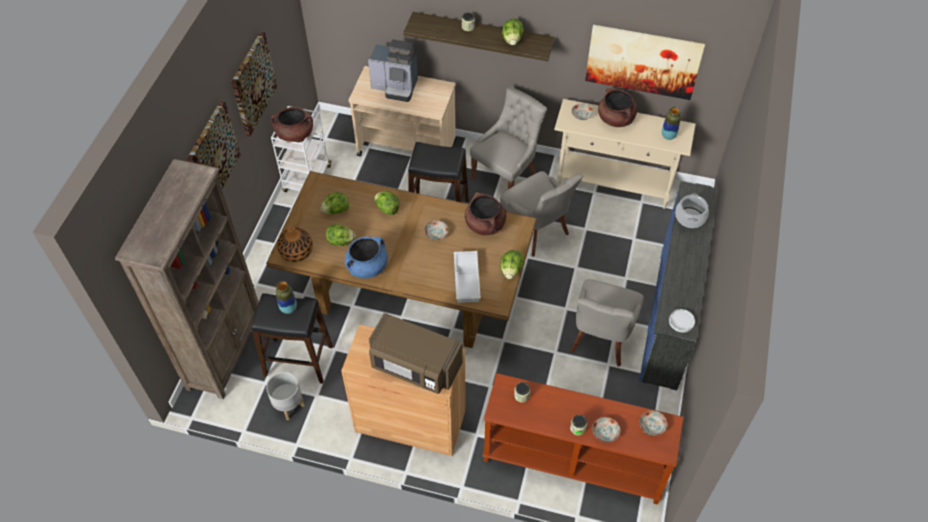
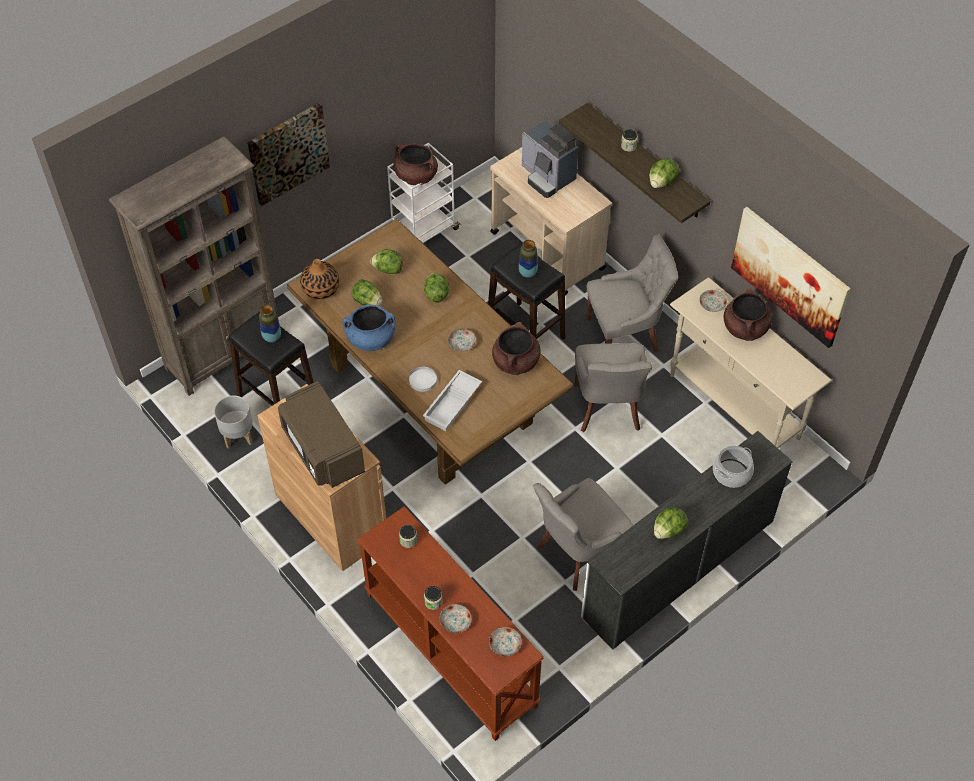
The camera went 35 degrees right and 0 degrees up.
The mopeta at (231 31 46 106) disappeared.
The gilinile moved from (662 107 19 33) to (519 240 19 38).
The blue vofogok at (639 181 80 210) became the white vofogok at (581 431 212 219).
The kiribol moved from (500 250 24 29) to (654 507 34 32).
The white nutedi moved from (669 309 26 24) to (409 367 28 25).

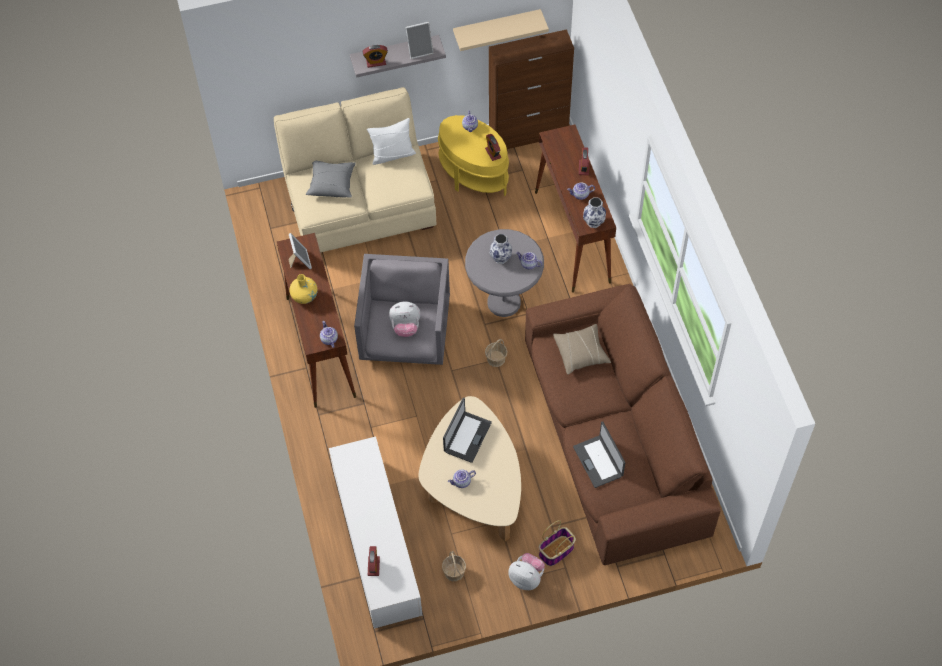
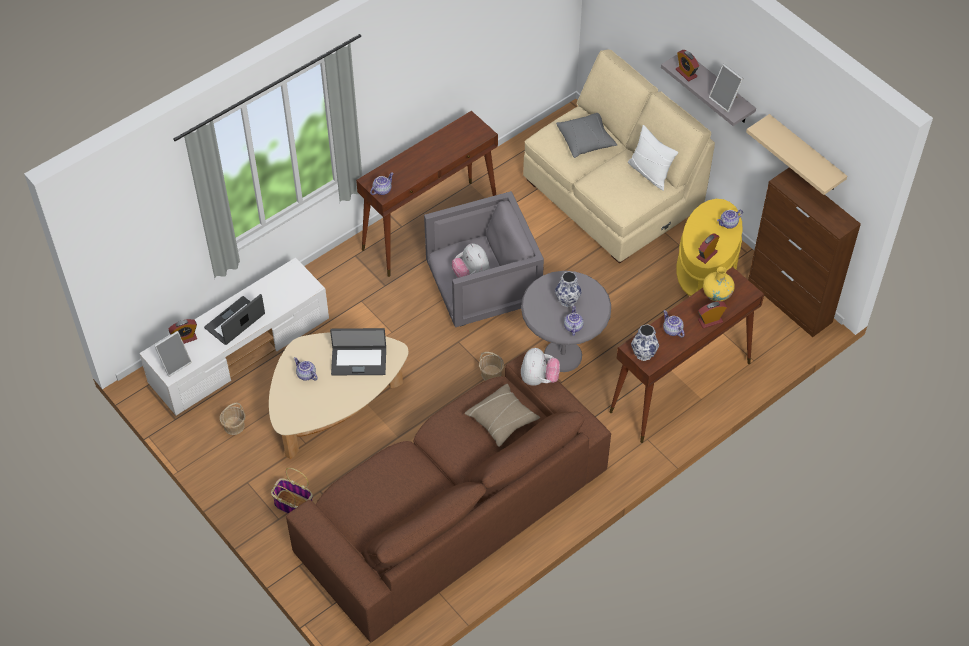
The camera went 65 degrees right and 5 degrees down.
The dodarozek moved from (288 233 24 36) to (154 331 38 46).
The yellow gilinile moved from (289 274 29 30) to (703 267 32 35).
The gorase moved from (573 421 52 67) to (204 294 61 51).
The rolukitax moved from (508 553 37 37) to (521 348 39 38).

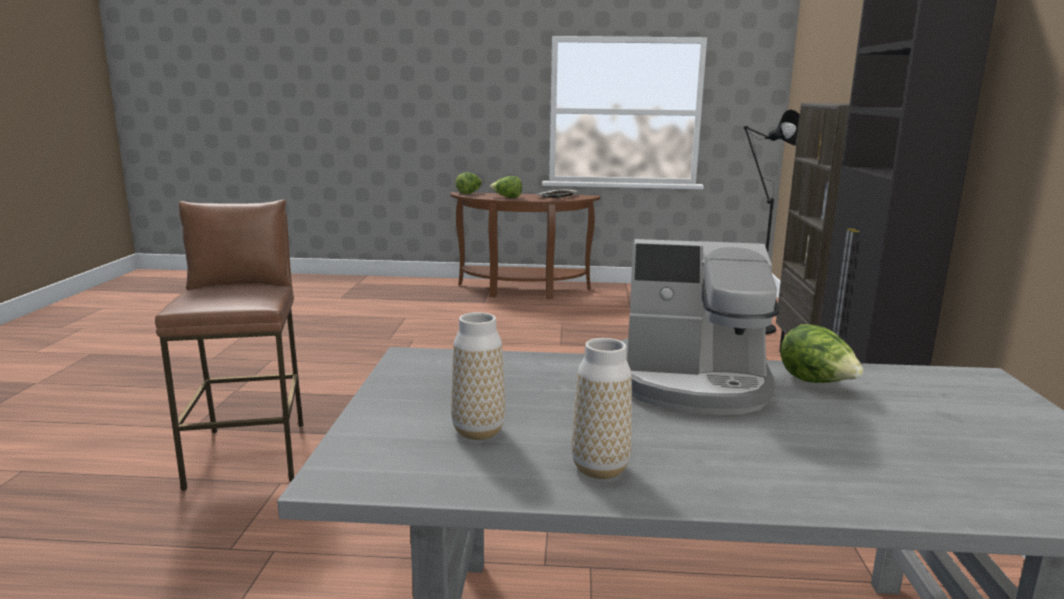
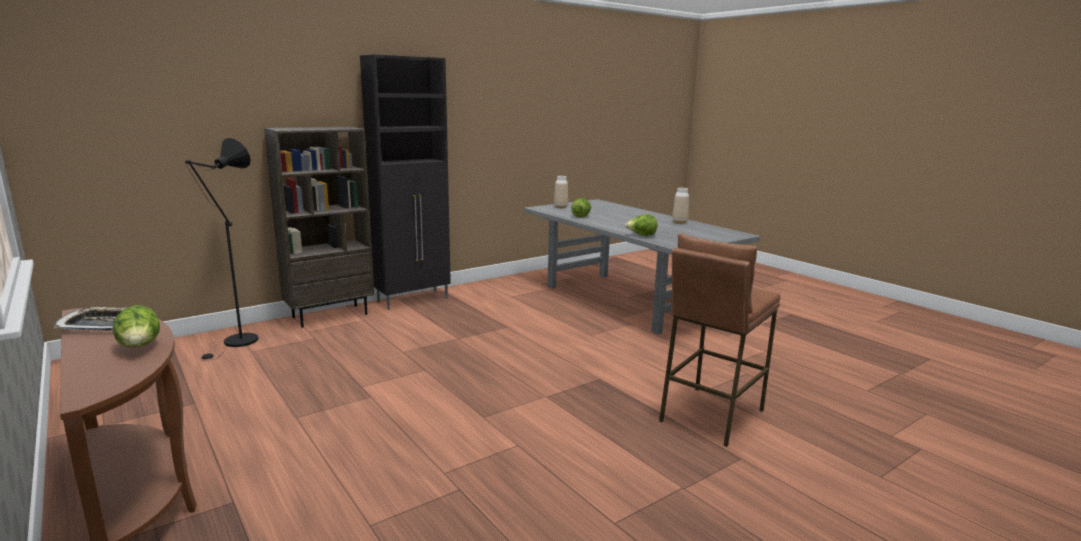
The camera went 130 degrees left and 0 degrees up.
The kiribol moved from (455 172 27 22) to (625 214 32 22).
The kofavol at (620 239 160 176) disappeared.
The gilinile moved from (451 312 54 128) to (554 176 14 33).

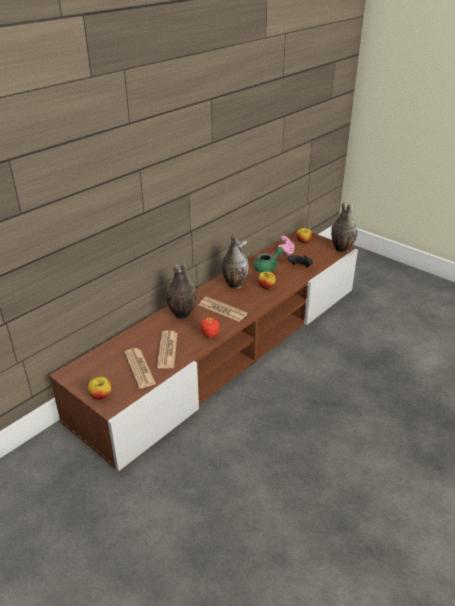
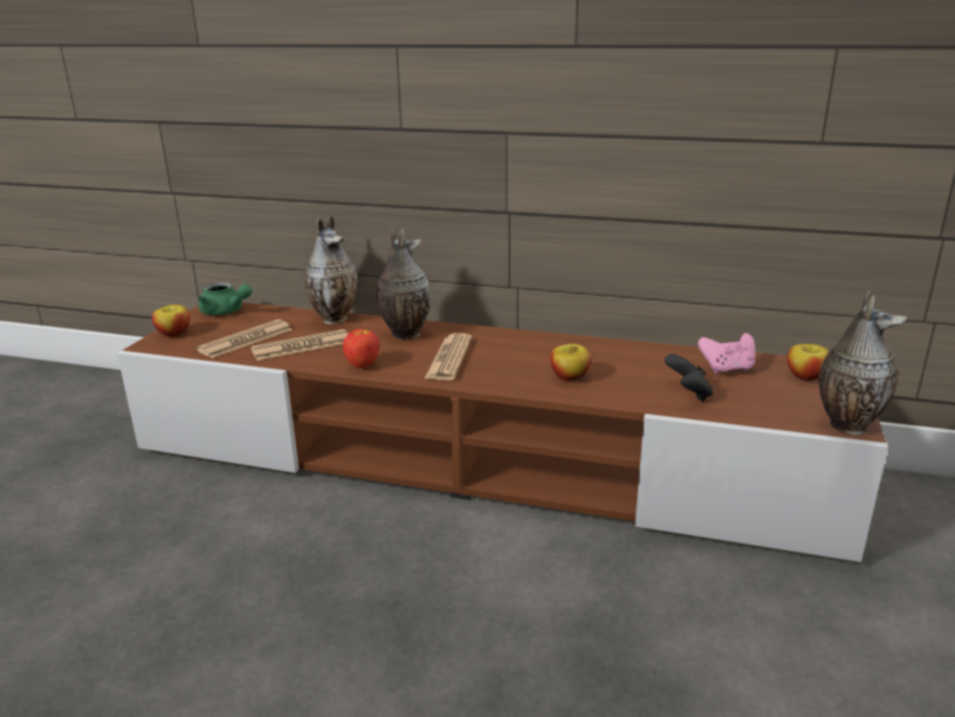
The camera went 65 degrees right and 10 degrees down.
The gilinile moved from (222 234 27 55) to (305 216 52 109).
The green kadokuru moved from (254 247 30 25) to (198 282 54 33).

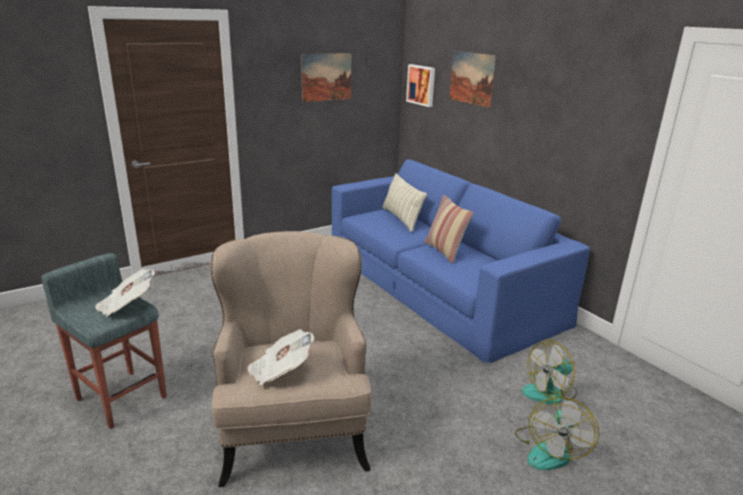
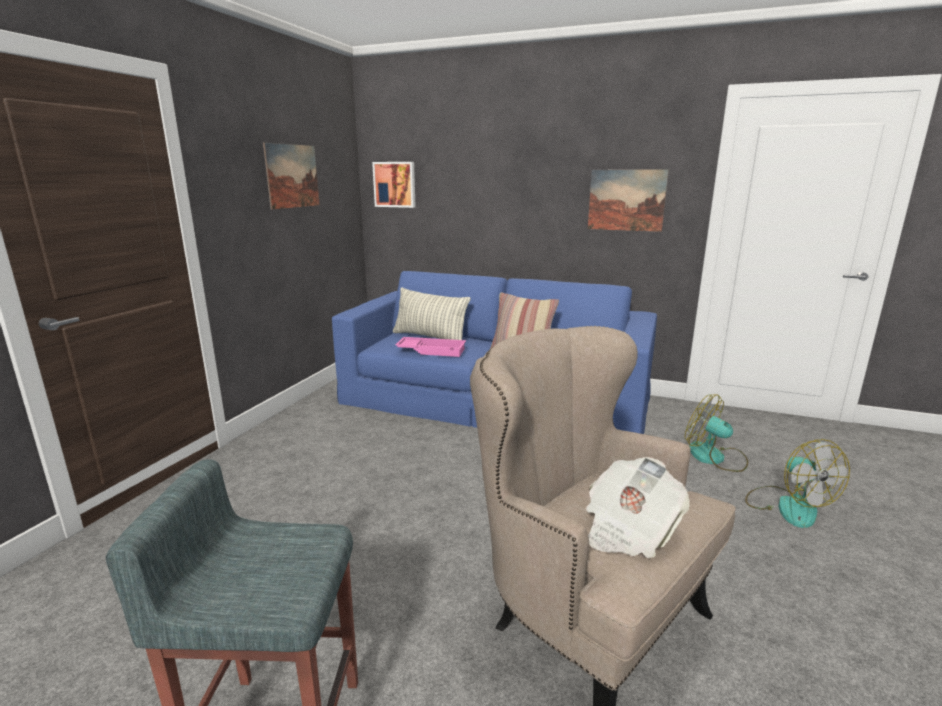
The camera went 35 degrees left and 5 degrees down.
The mopeta moved from (449 51 48 57) to (588 170 81 62).
The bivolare at (95 269 60 48) disappeared.
The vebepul at (521 340 57 65) turned 105 degrees clockwise.
The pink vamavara at (396 337 70 20) appeared.

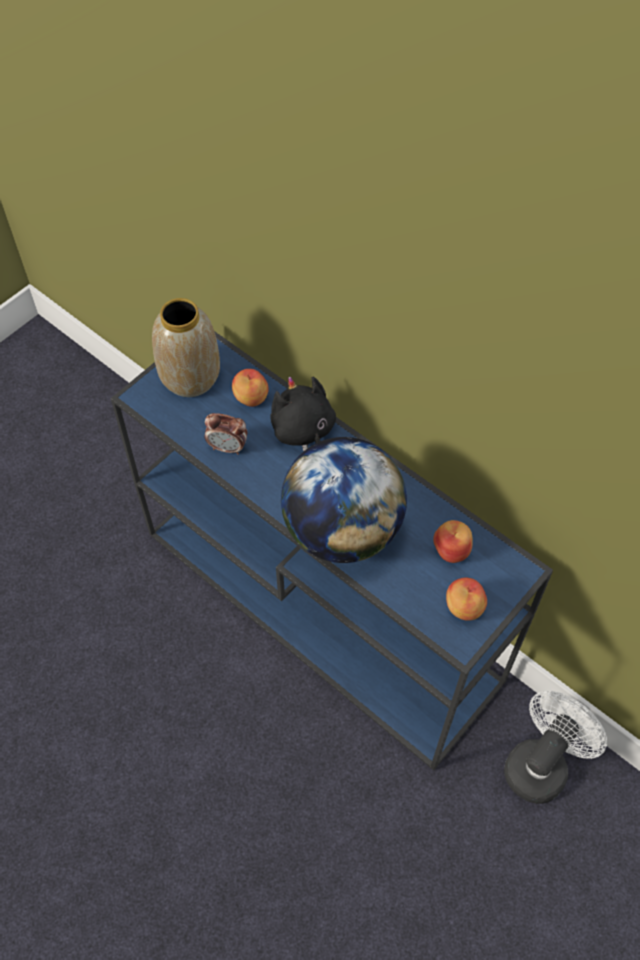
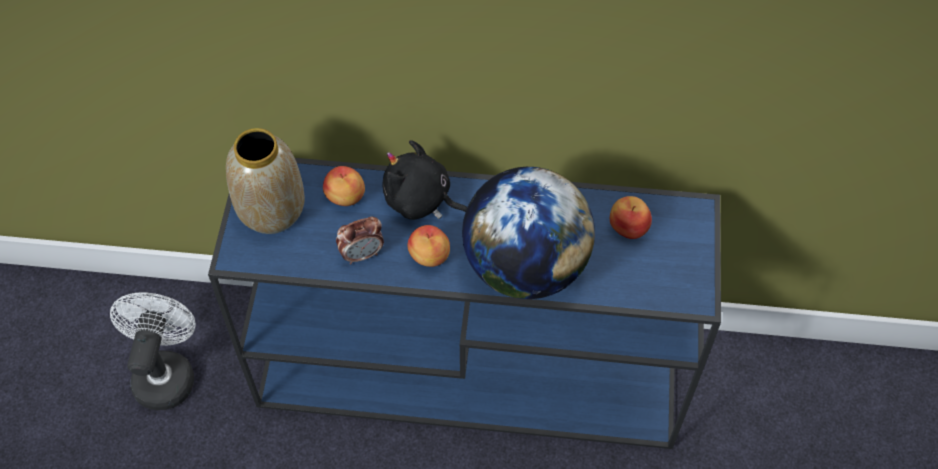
The camera went 35 degrees left and 0 degrees up.
The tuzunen moved from (446 577 41 44) to (407 225 43 42).
The white vebepul moved from (504 691 103 113) to (110 292 86 118).

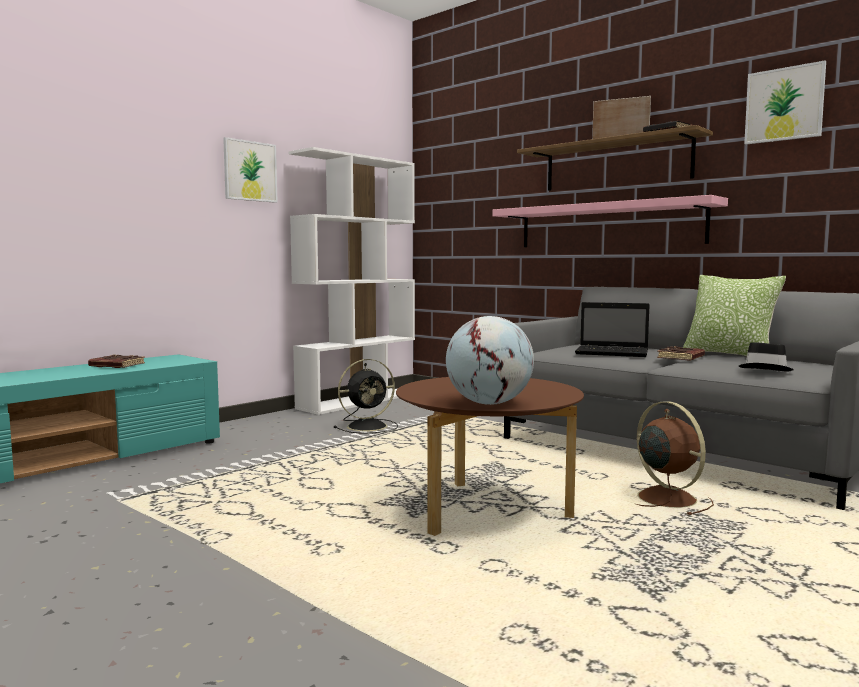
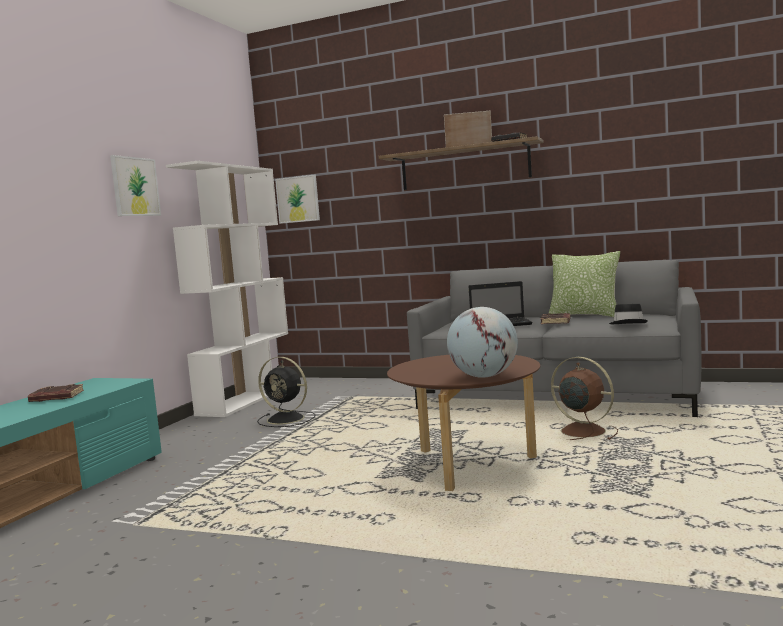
The camera went 20 degrees left and 0 degrees up.
The mopeta moved from (744 61 82 83) to (275 174 45 50).
The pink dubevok at (492 195 236 52) disappeared.
The black vebepul at (334 359 64 75) turned 75 degrees clockwise.

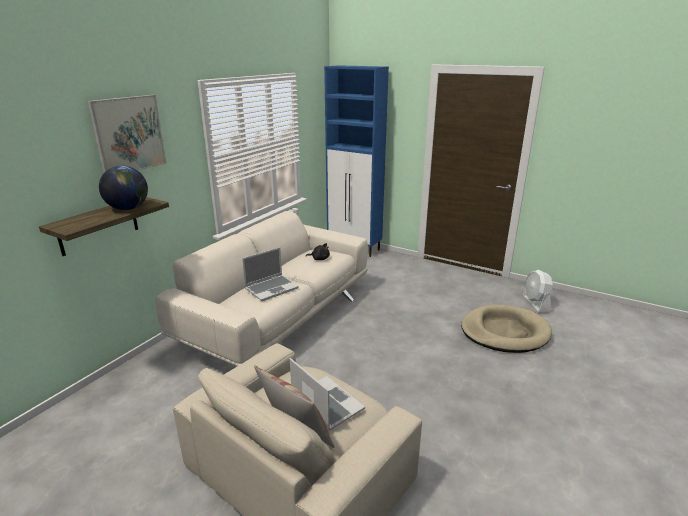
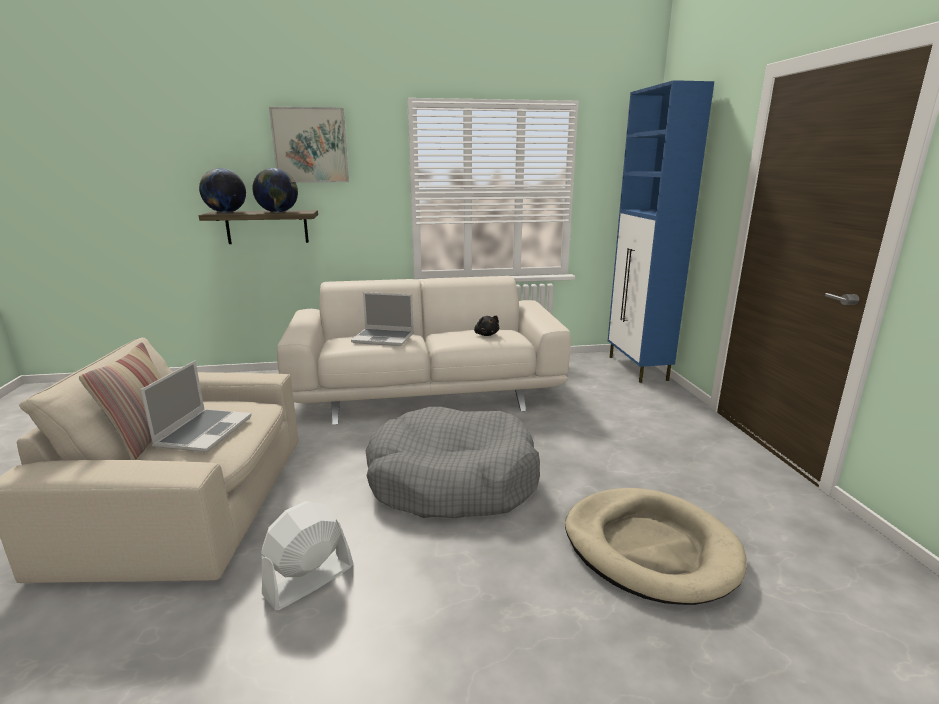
The camera went 50 degrees right and 5 degrees down.
The white vebepul moved from (523 270 30 43) to (261 501 93 109).
The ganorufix at (199 168 47 45) appeared.
The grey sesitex at (366 407 174 111) appeared.

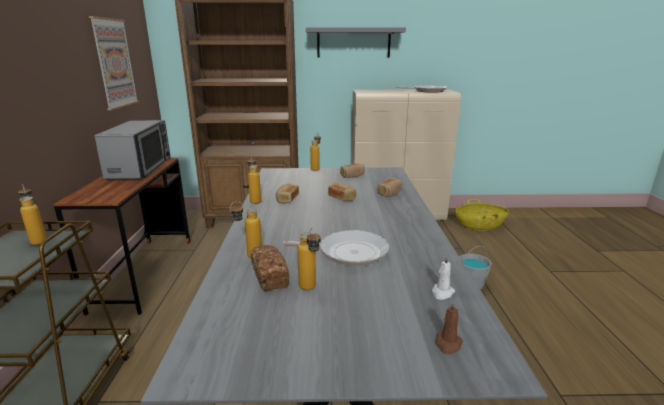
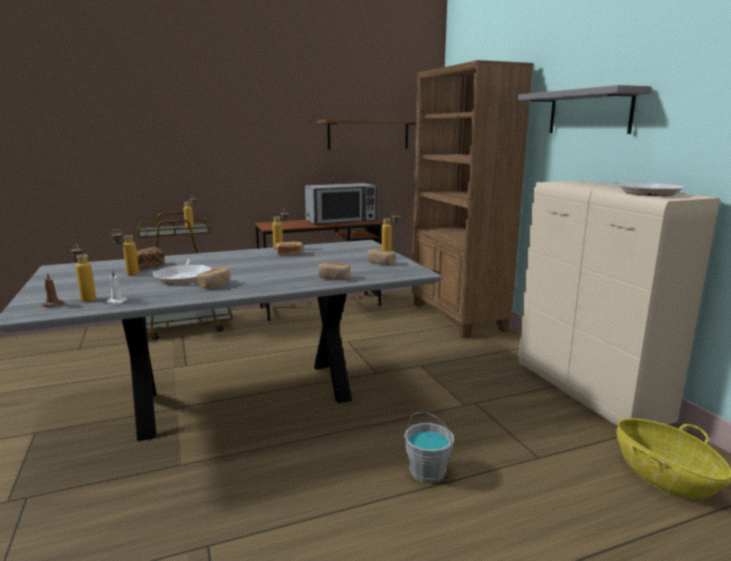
The camera went 70 degrees right and 5 degrees down.
The mopeta at (89 16 50 94) was replaced by the brown dubevok at (317 120 99 30).
The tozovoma moved from (328 183 29 18) to (197 268 34 21).
The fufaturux moved from (230 201 32 58) to (71 244 25 58).

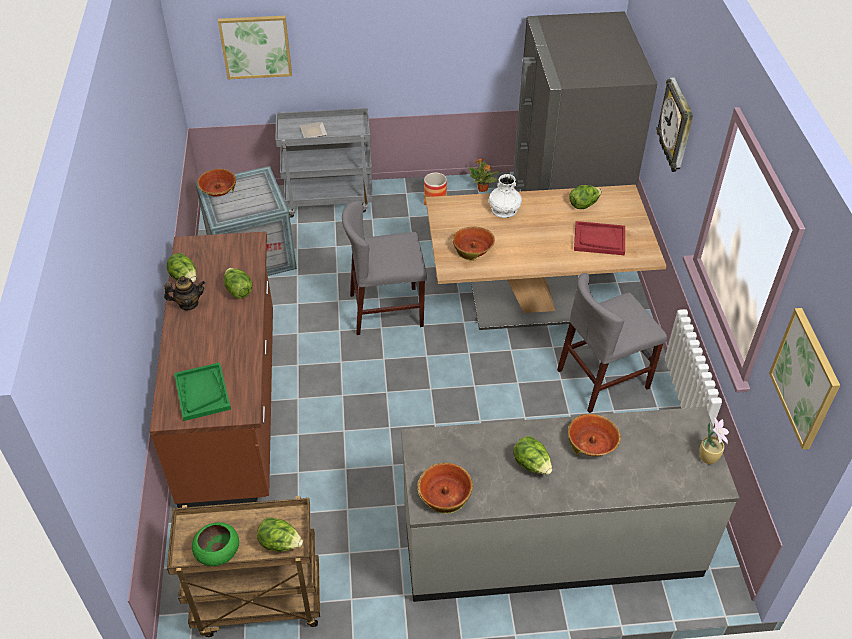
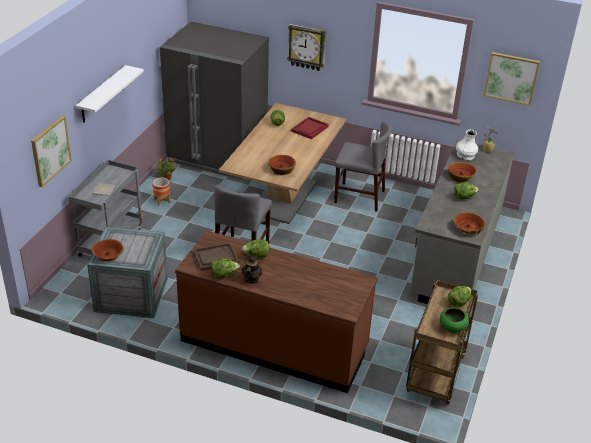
The camera went 65 degrees left and 10 degrees down.
The white gilinile moved from (489 174 33 44) to (456 129 22 31).
The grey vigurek at (557 273 110 140) turned 75 degrees counterclockwise.
The green vamavara at (174 362 57 59) disappeared.
The white dubevok at (76 65 68 57) appeared.
The brown vamavara at (193 242 46 29) appeared.

